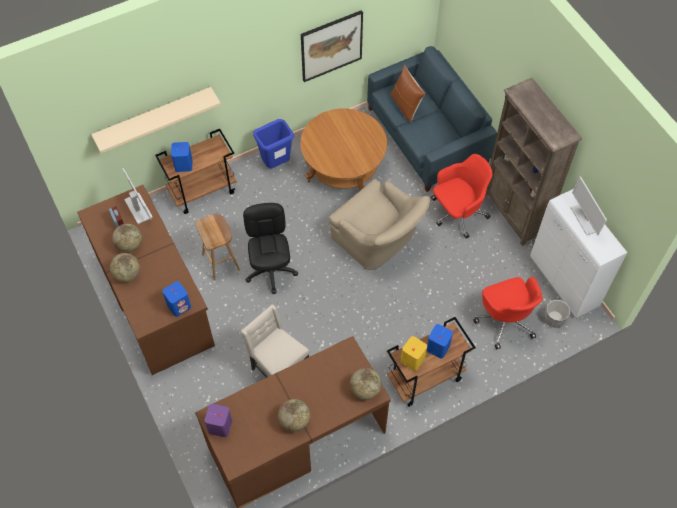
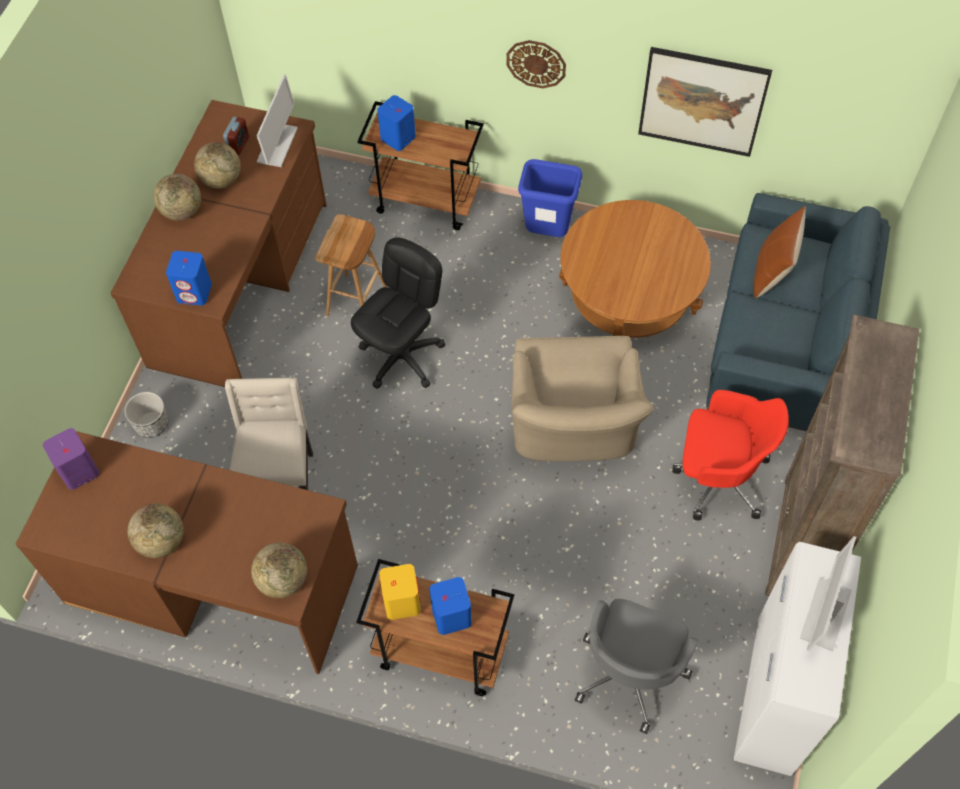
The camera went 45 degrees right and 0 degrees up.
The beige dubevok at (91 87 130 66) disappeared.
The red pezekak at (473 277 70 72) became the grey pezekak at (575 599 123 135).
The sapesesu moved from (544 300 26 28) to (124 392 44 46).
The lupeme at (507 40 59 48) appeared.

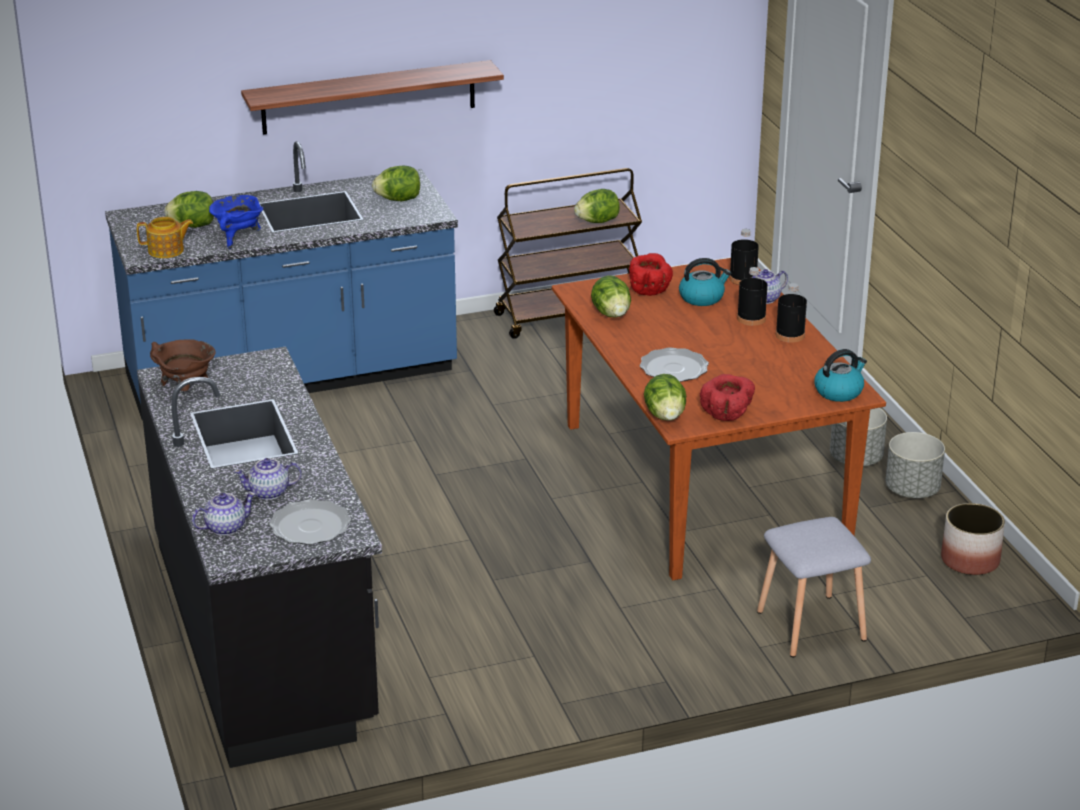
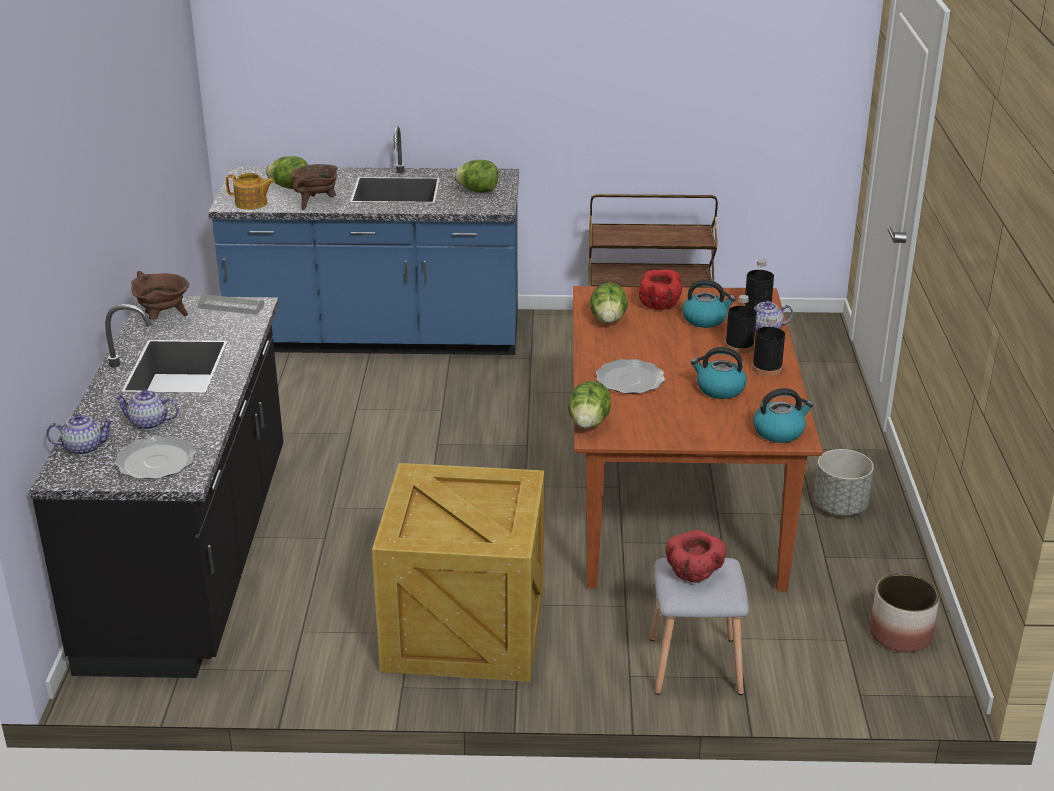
The camera went 20 degrees right and 0 degrees up.
The dubevok at (241 60 263 75) disappeared.
The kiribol at (574 189 46 34) disappeared.
The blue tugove at (209 195 54 54) became the brown tugove at (291 164 46 46).
The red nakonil moved from (700 374 55 47) to (666 530 61 53).
The grey sapesesu at (886 432 59 66) disappeared.
The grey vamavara at (198 294 66 21) appeared.
The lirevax at (691 347 55 52) appeared.
The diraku at (372 463 172 219) appeared.

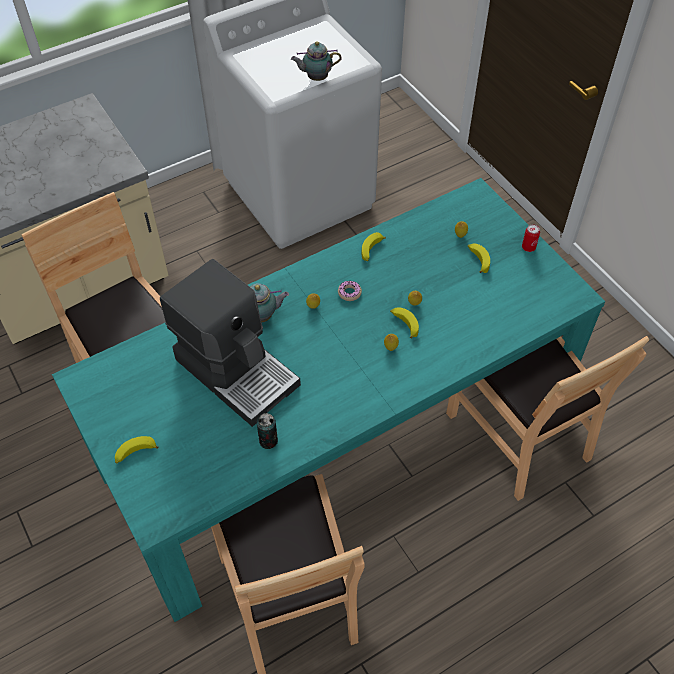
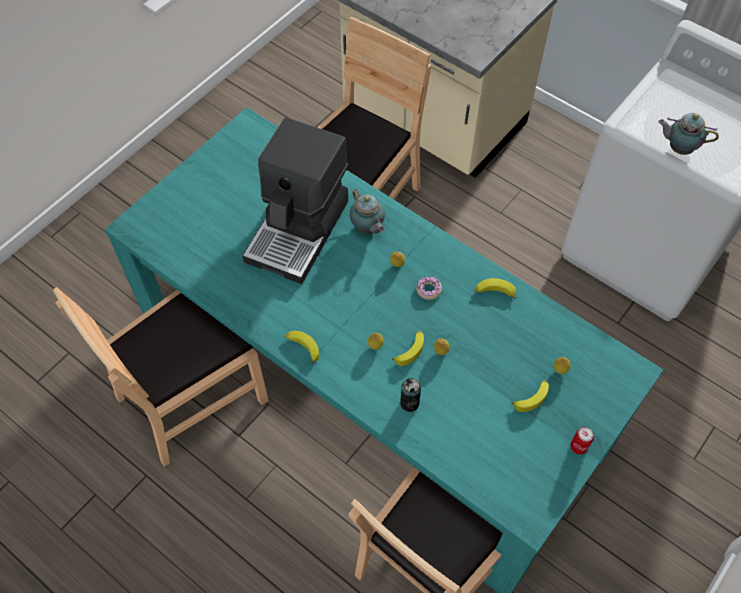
The camera went 70 degrees right and 5 degrees up.
The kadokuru at (291 41 51 40) turned 45 degrees counterclockwise.
The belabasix moved from (257 413 21 36) to (400 378 21 34).
The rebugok moved from (115 436 43 27) to (285 331 34 33).

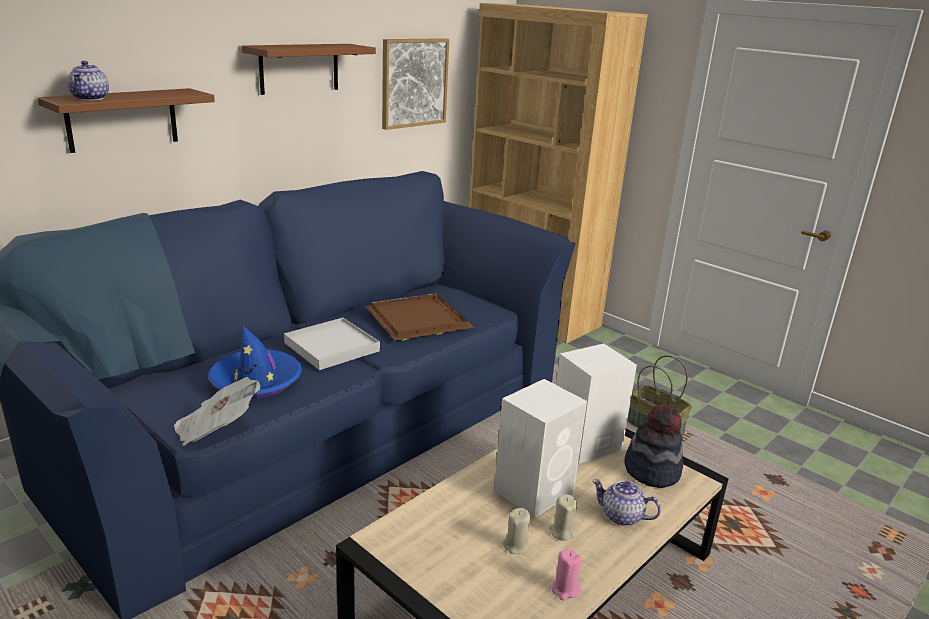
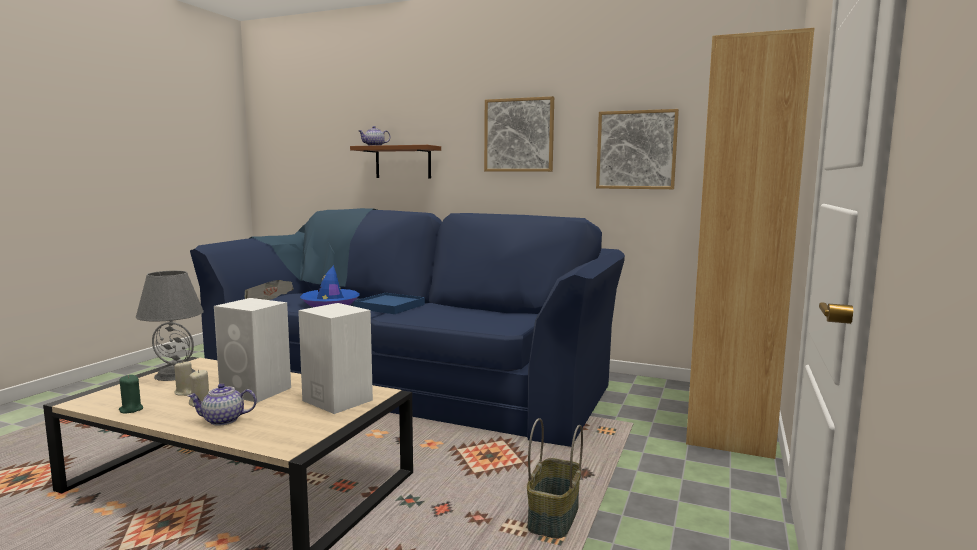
The camera went 70 degrees right and 15 degrees down.
The brown dubevok at (242 44 134 51) was replaced by the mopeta at (484 96 70 76).
The brown vamavara at (365 293 110 48) disappeared.
The white vamavara at (284 318 96 52) became the blue vamavara at (353 293 72 21).
The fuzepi at (624 404 59 84) disappeared.
The kadokuru at (592 479 69 47) turned 105 degrees counterclockwise.
The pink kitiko at (552 550 30 51) became the green kitiko at (119 375 24 38).
The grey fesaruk at (136 271 68 110) appeared.

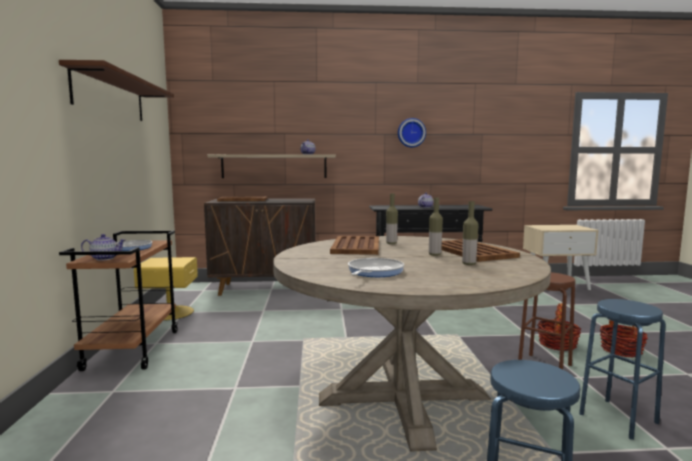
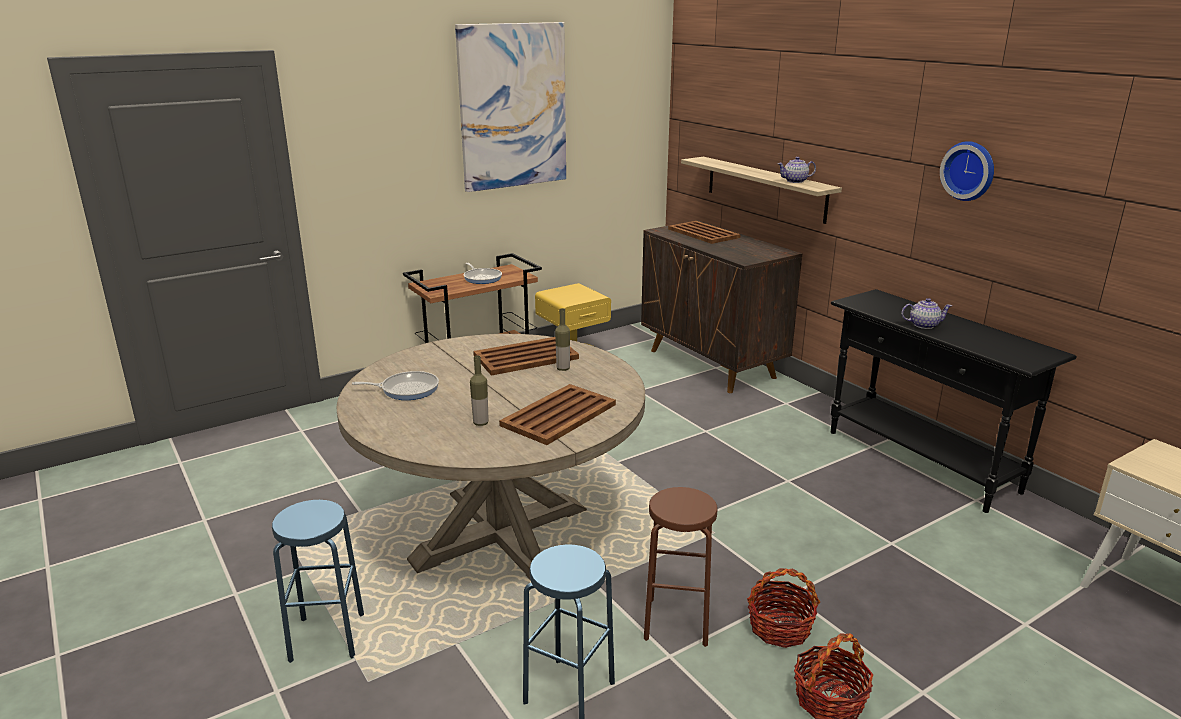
The camera went 60 degrees right and 15 degrees up.
The brown dubevok at (59 60 115 61) was replaced by the mopeta at (455 22 111 170).
The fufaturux at (429 198 14 58) disappeared.
The kadokuru at (81 234 45 27) disappeared.

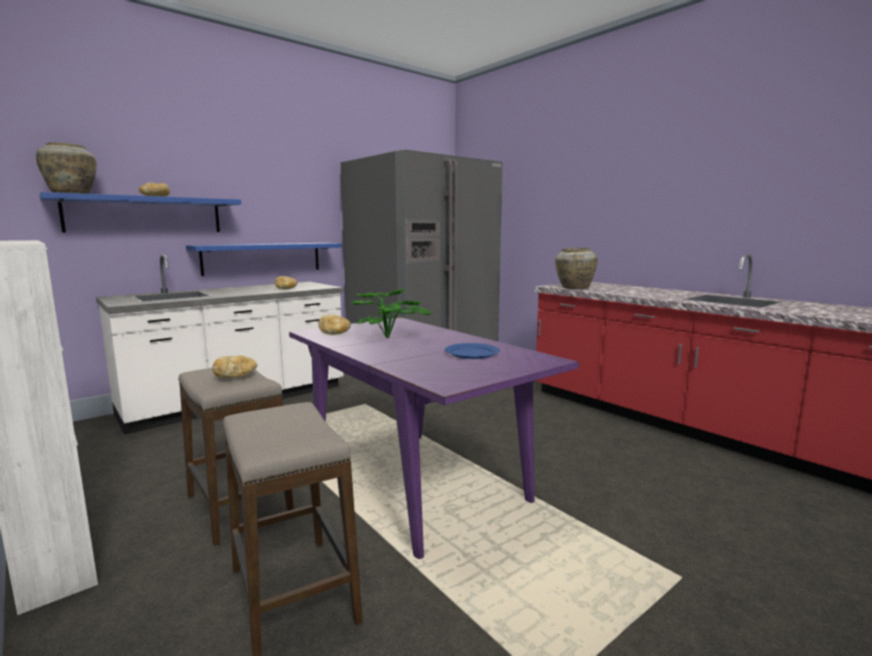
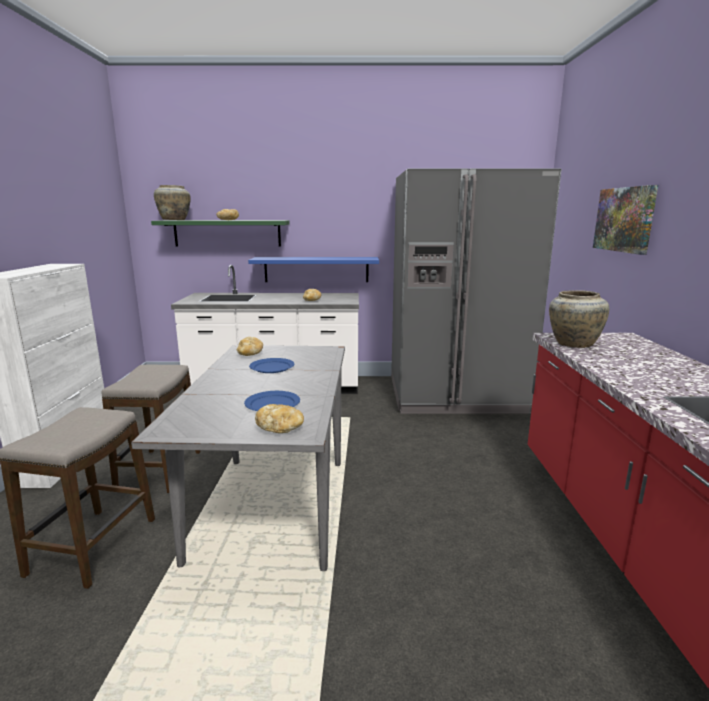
The camera went 40 degrees right and 5 degrees up.
The blue dubevok at (39 192 202 40) became the green dubevok at (151 220 139 27).
The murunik at (351 289 81 49) was replaced by the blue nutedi at (249 358 45 15).
The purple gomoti at (289 317 290 242) became the grey gomoti at (131 345 214 226).
The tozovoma moved from (212 355 45 23) to (255 404 49 29).
The mopeta at (593 185 65 70) appeared.

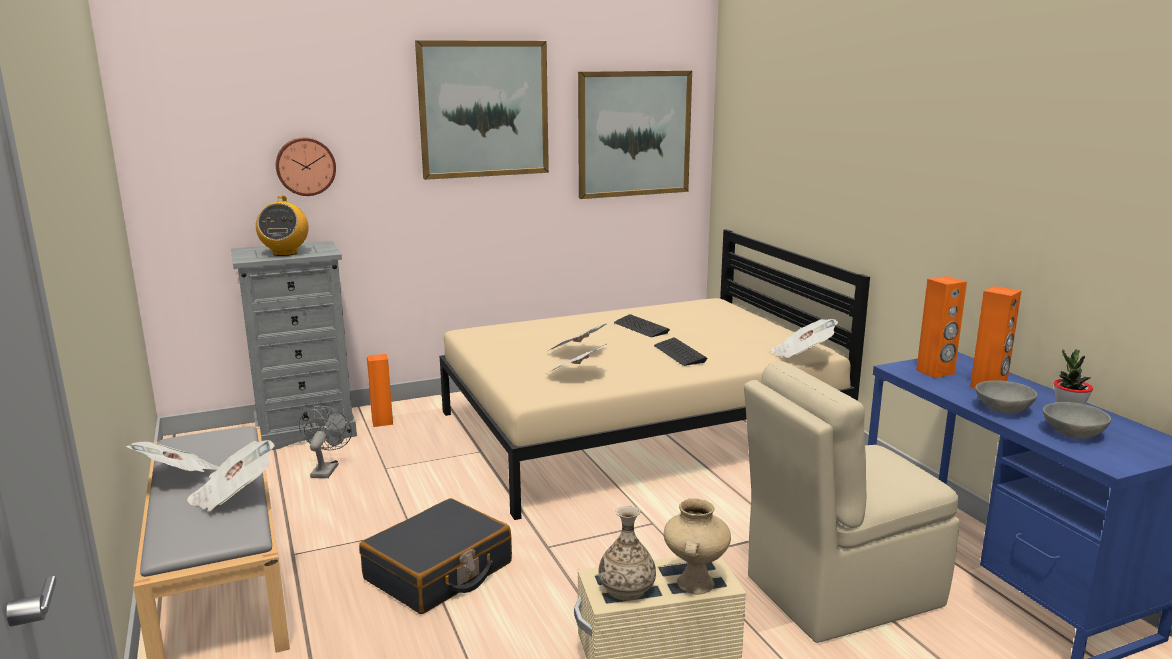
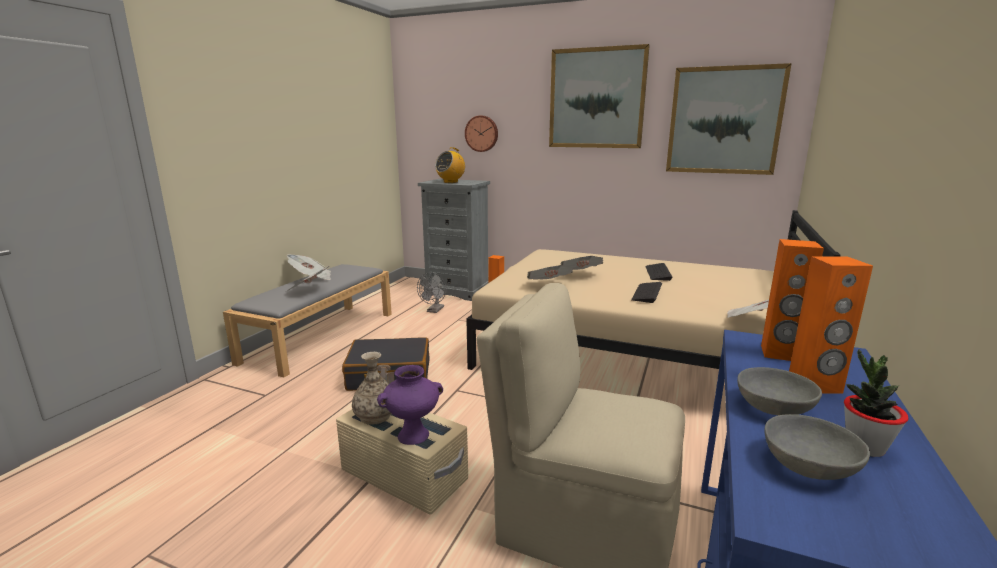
The camera went 45 degrees right and 0 degrees up.
The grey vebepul at (299 406 53 72) turned 150 degrees clockwise.
The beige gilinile at (664 499 67 95) became the purple gilinile at (377 365 66 80).

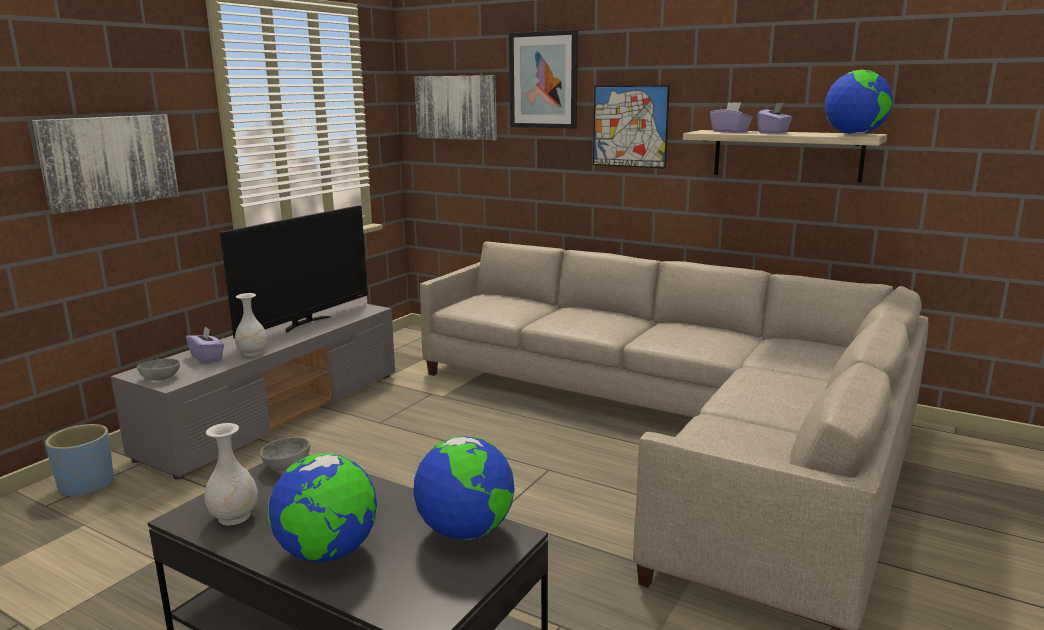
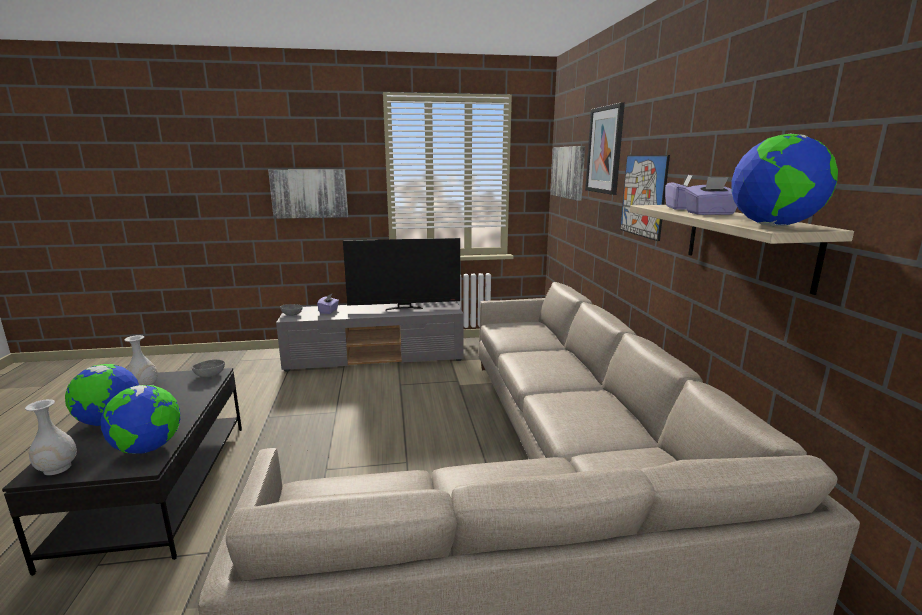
The camera went 50 degrees right and 0 degrees up.
The white gilinile moved from (235 293 32 63) to (25 399 52 76).
The blue sapesesu at (45 424 69 74) disappeared.

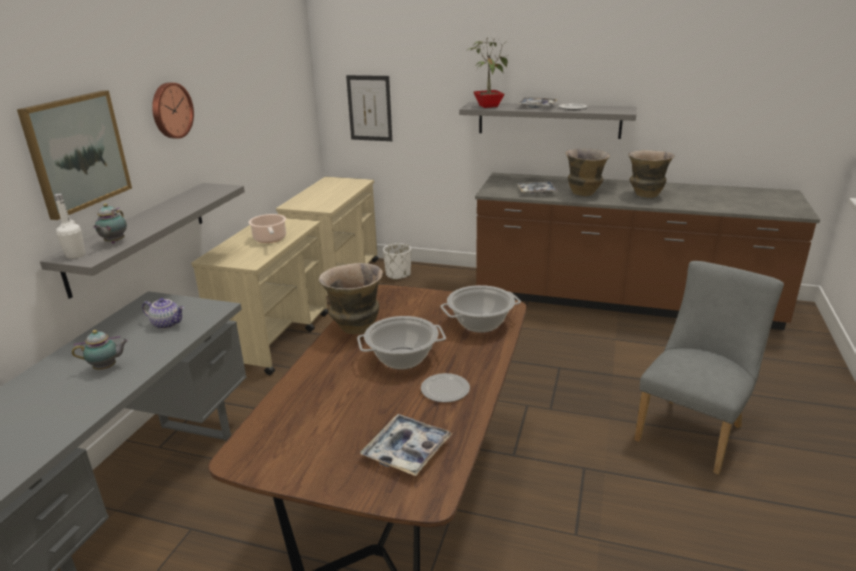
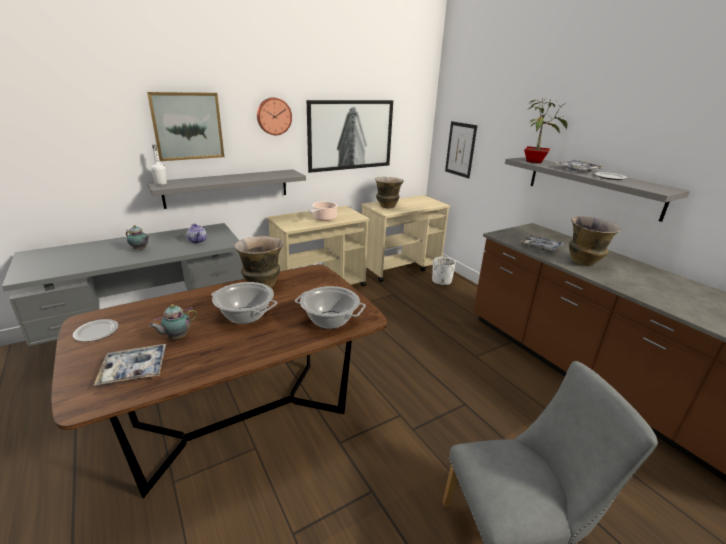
The camera went 40 degrees right and 0 degrees up.
The gilinile moved from (628 150 47 48) to (375 177 29 31).
The kadokuru moved from (93 203 34 41) to (149 304 48 35).
The nutedi moved from (421 373 49 30) to (73 319 45 23).
The mopeta at (307 100 86 73) appeared.

